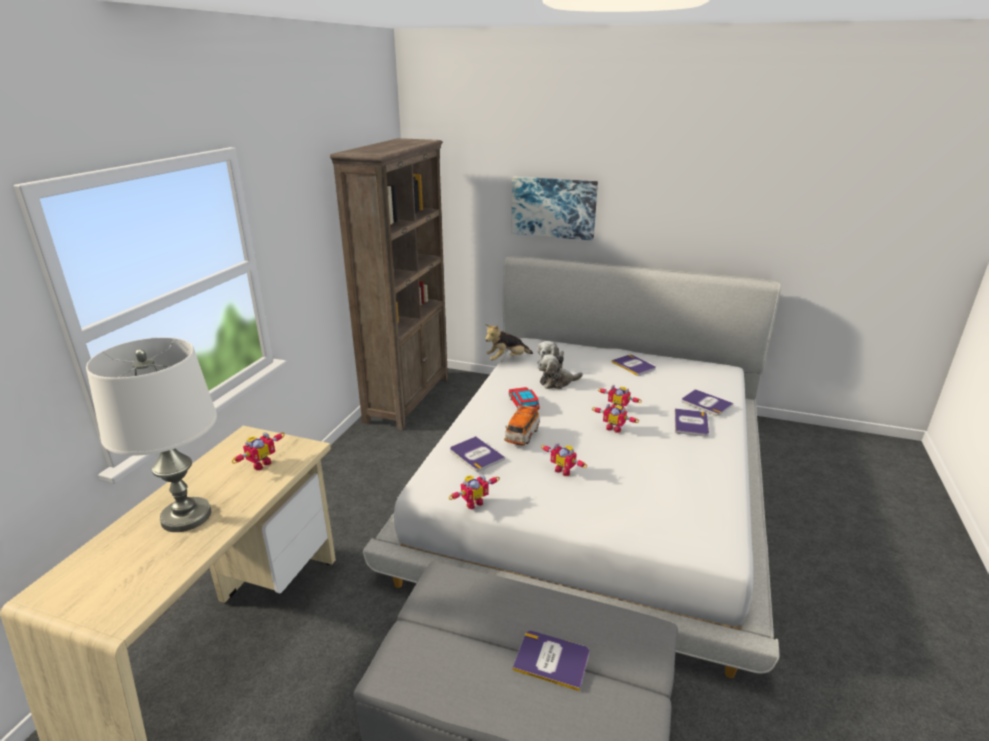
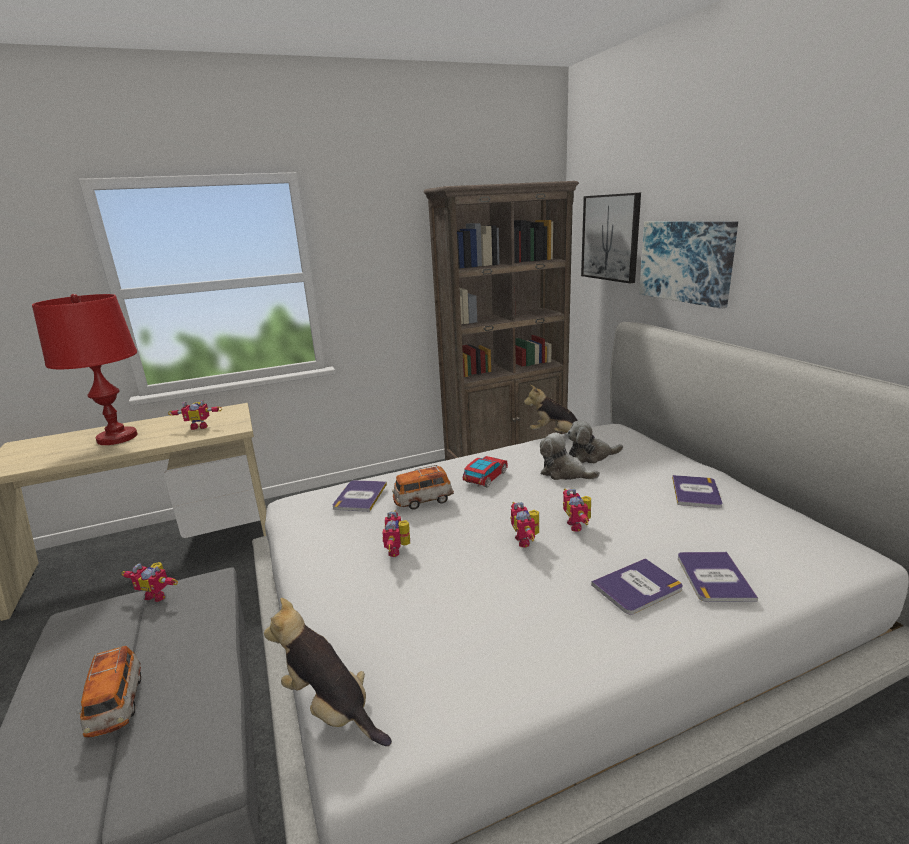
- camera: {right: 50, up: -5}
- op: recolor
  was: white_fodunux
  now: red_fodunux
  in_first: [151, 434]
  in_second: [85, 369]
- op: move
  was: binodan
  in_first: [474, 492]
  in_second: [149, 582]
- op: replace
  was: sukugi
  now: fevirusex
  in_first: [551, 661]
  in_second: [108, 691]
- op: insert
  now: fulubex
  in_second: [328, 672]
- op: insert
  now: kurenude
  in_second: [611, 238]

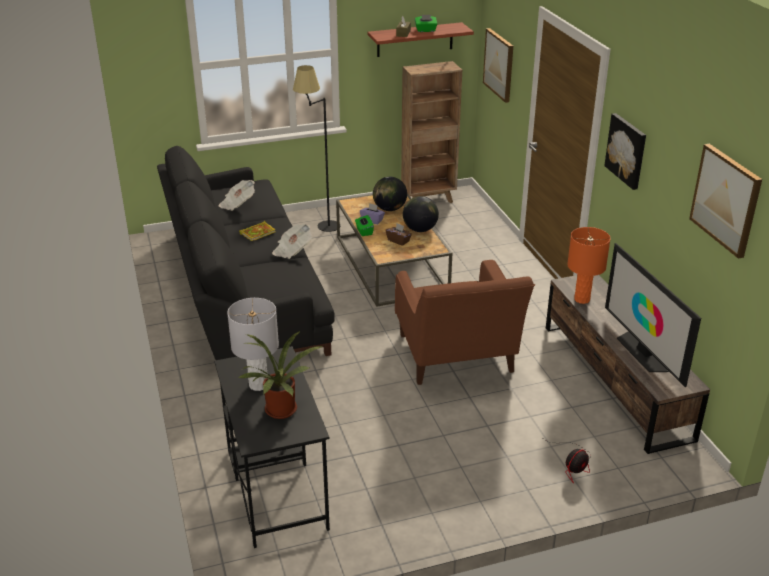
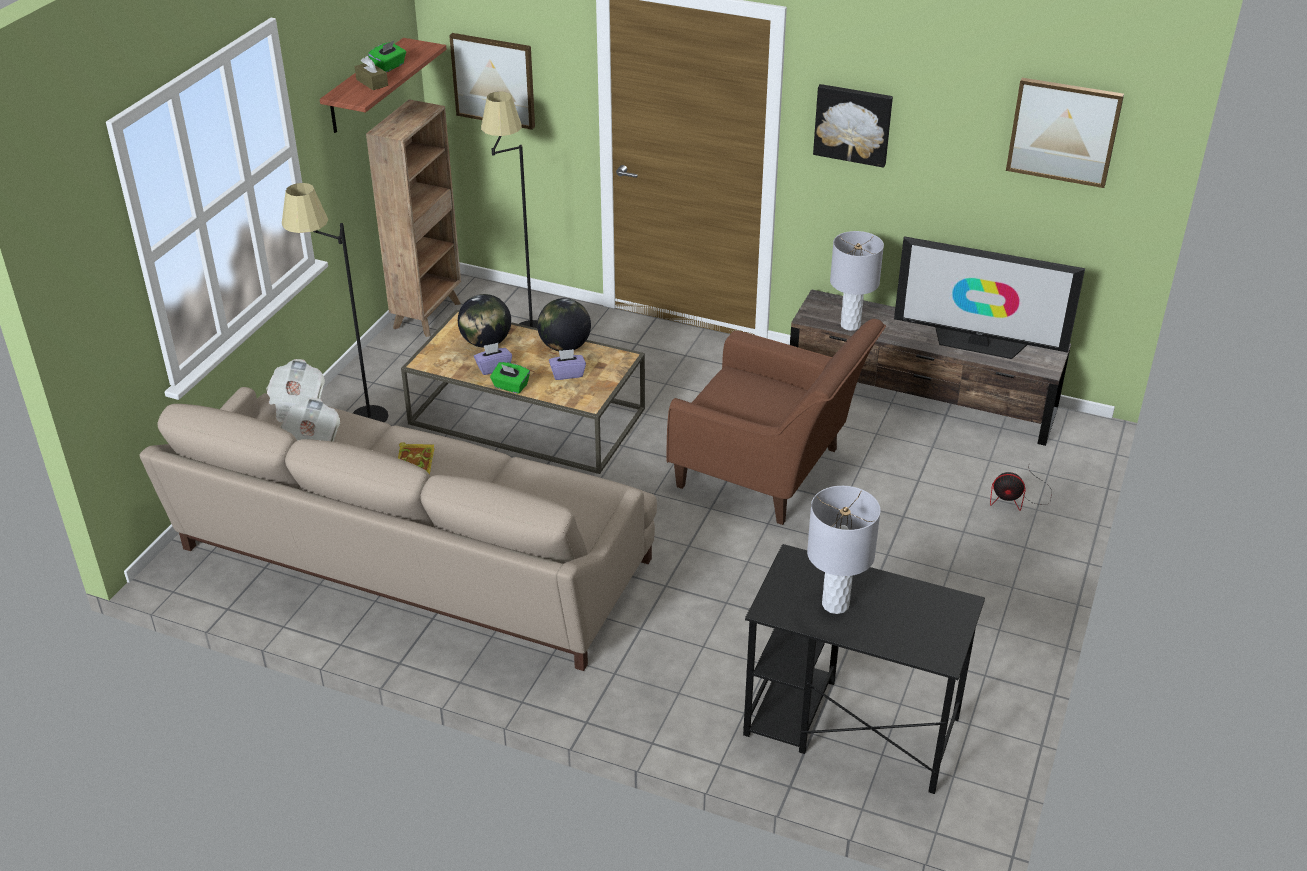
- camera: {right: -50, up: 5}
- op: recolor
  was: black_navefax
  now: beige_navefax
  in_first: [246, 253]
  in_second: [398, 529]
- op: delete
  was: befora
  in_first: [281, 375]
- op: move
  was: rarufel
  in_first: [292, 241]
  in_second: [295, 391]
- op: recolor
  was: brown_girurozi
  now: purple_girurozi
  in_first: [399, 234]
  in_second: [567, 364]
- op: rotate
  was: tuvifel
  in_first: [566, 460]
  in_second: [1021, 490]
  clockwise: 105
- op: recolor
  was: orange_fodunux
  now: grey_fodunux
  in_first: [589, 265]
  in_second: [857, 281]
- op: insert
  now: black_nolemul
  in_second: [509, 209]

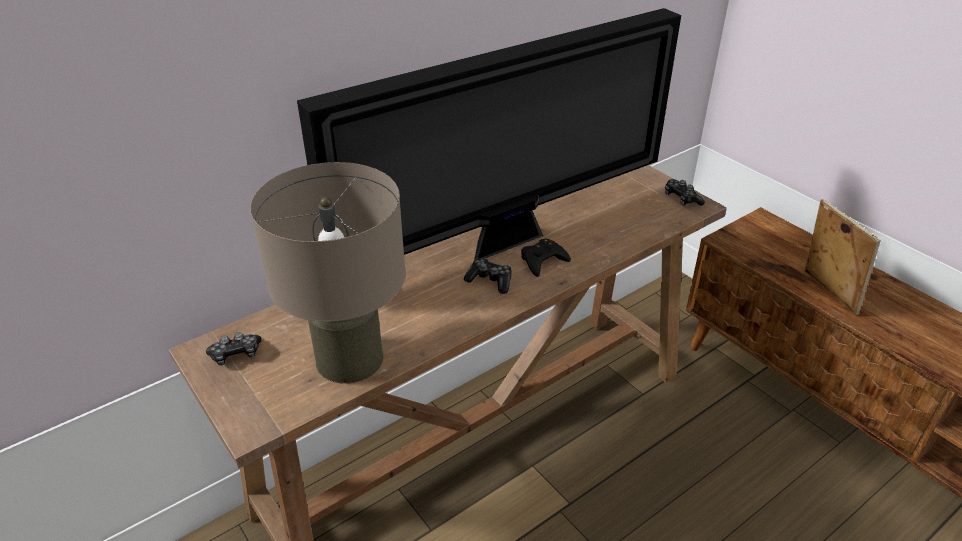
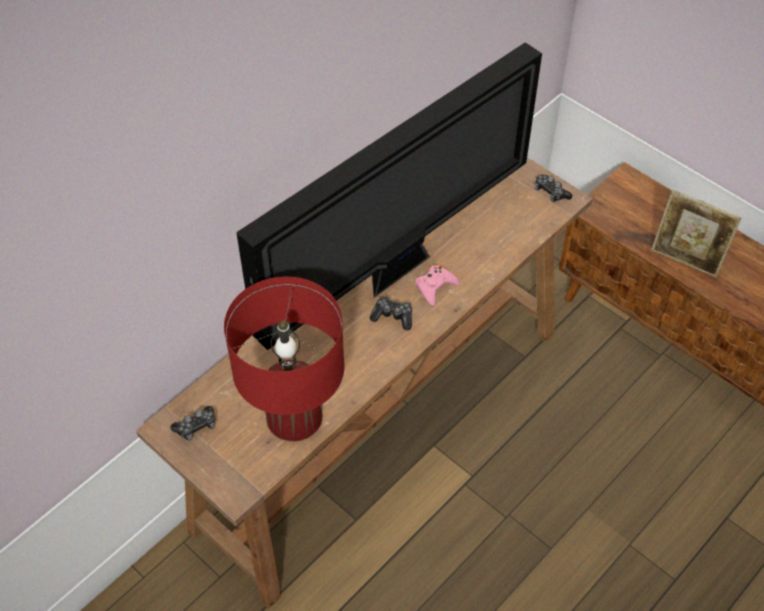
- camera: {right: -10, up: 15}
- op: recolor
  was: beige_fodunux
  now: red_fodunux
  in_first: [328, 273]
  in_second: [284, 359]
- op: recolor
  was: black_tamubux
  now: pink_tamubux
  in_first: [546, 258]
  in_second: [437, 285]
- op: rotate
  was: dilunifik
  in_first: [842, 257]
  in_second: [696, 233]
  clockwise: 150

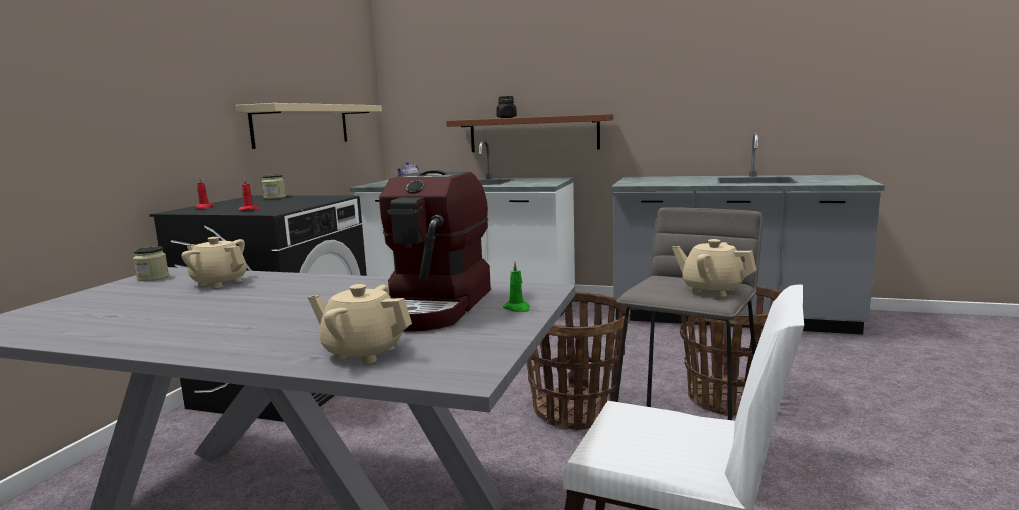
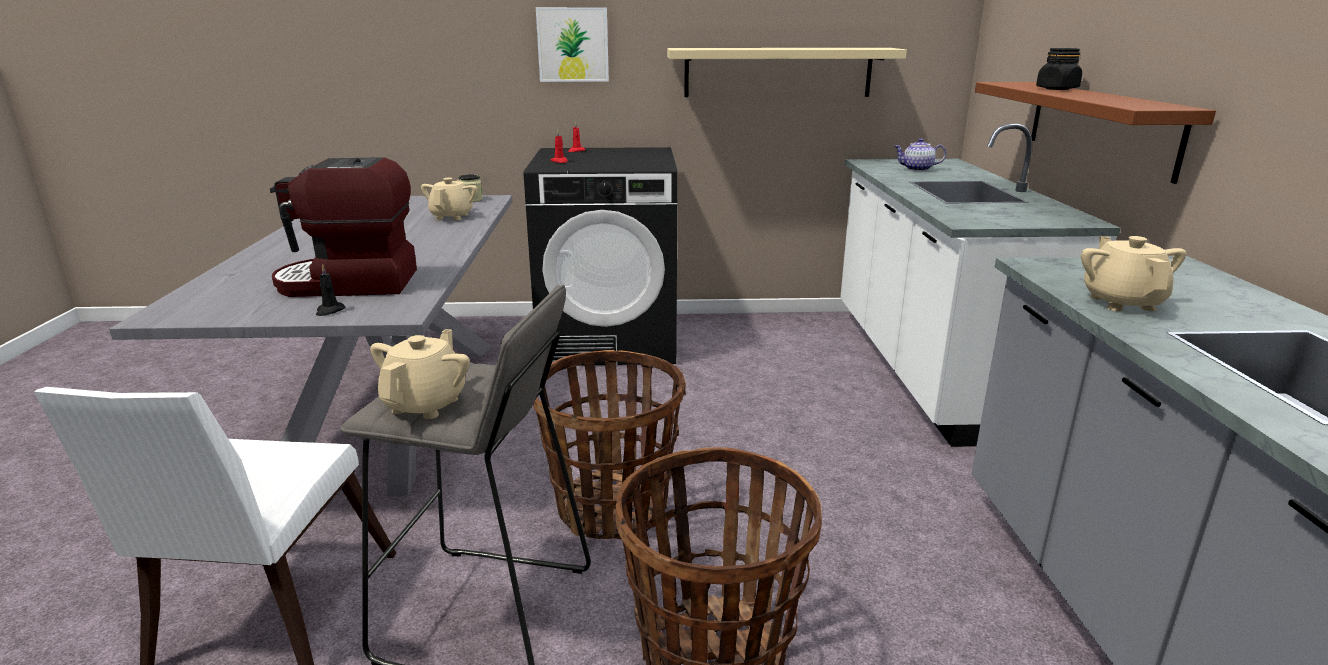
- camera: {right: 70, up: 10}
- op: delete
  was: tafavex
  in_first: [274, 186]
- op: move
  was: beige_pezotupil
  in_first: [360, 323]
  in_second: [1133, 273]
- op: recolor
  was: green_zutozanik
  now: black_zutozanik
  in_first: [516, 287]
  in_second: [330, 290]
- op: insert
  now: kurenude
  in_second: [572, 44]

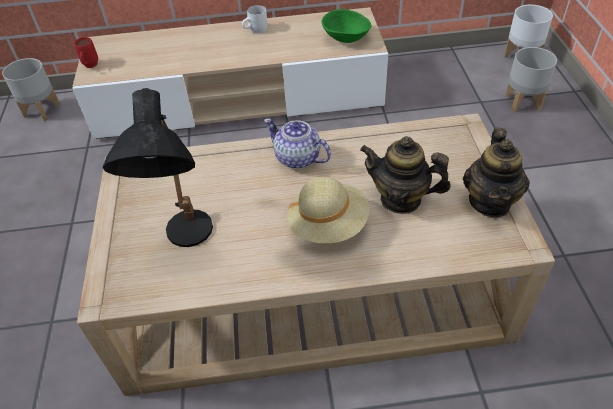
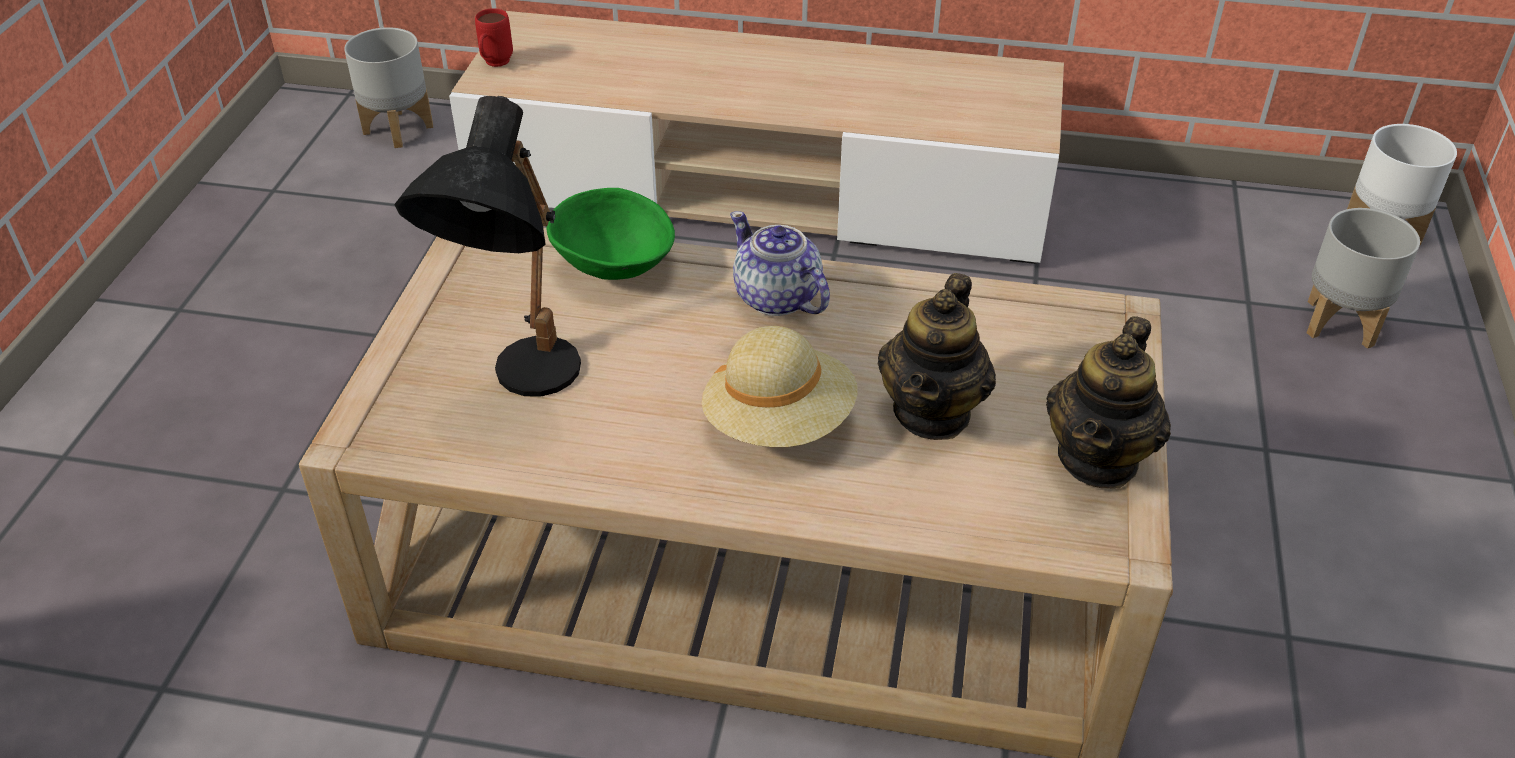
- camera: {right: 15, up: -5}
- op: delete
  was: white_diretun
  in_first: [255, 19]
- op: move
  was: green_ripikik
  in_first: [346, 26]
  in_second: [610, 234]
- op: rotate
  was: pezotupil
  in_first: [405, 175]
  in_second: [937, 356]
  clockwise: -105

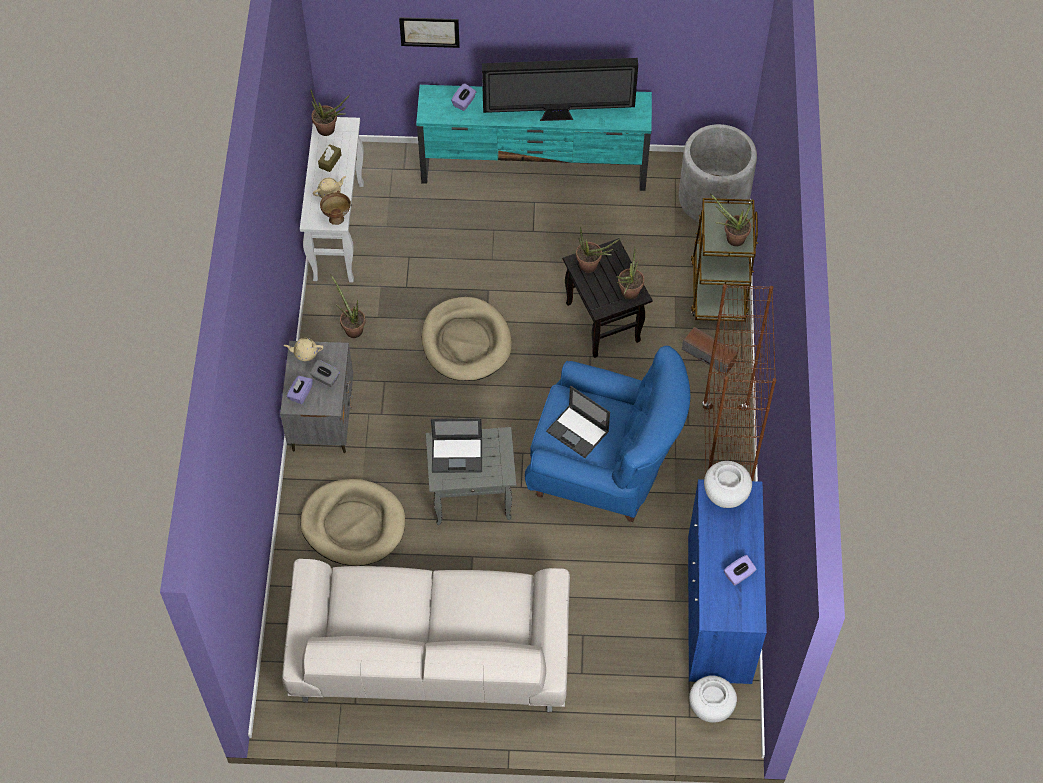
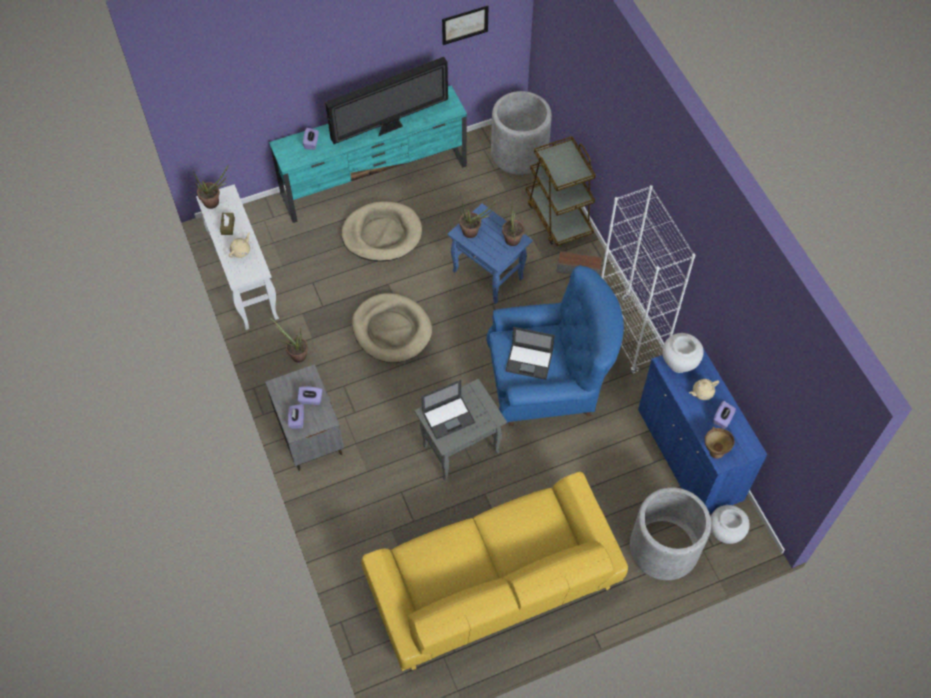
- camera: {right: -25, up: 0}
- op: recolor
  was: white_navefax
  now: yellow_navefax
  in_first: [426, 635]
  in_second: [494, 571]
- op: move
  was: beige_pezotupil
  in_first: [303, 349]
  in_second: [704, 389]
- op: move
  was: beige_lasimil
  in_first: [352, 522]
  in_second: [382, 231]
- op: recolor
  was: grey_girurozi
  now: purple_girurozi
  in_first: [325, 373]
  in_second: [310, 395]
- op: move
  was: brown_ripikik
  in_first: [335, 208]
  in_second: [719, 443]
- op: move
  was: kurenude
  in_first: [429, 32]
  in_second: [465, 25]
- op: recolor
  was: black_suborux
  now: blue_suborux
  in_first: [608, 298]
  in_second: [490, 254]
- op: recolor
  was: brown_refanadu
  now: white_refanadu
  in_first: [739, 382]
  in_second: [648, 279]
- op: delete
  was: befora
  in_first: [731, 220]
- op: insert
  now: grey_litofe
  in_second: [670, 533]

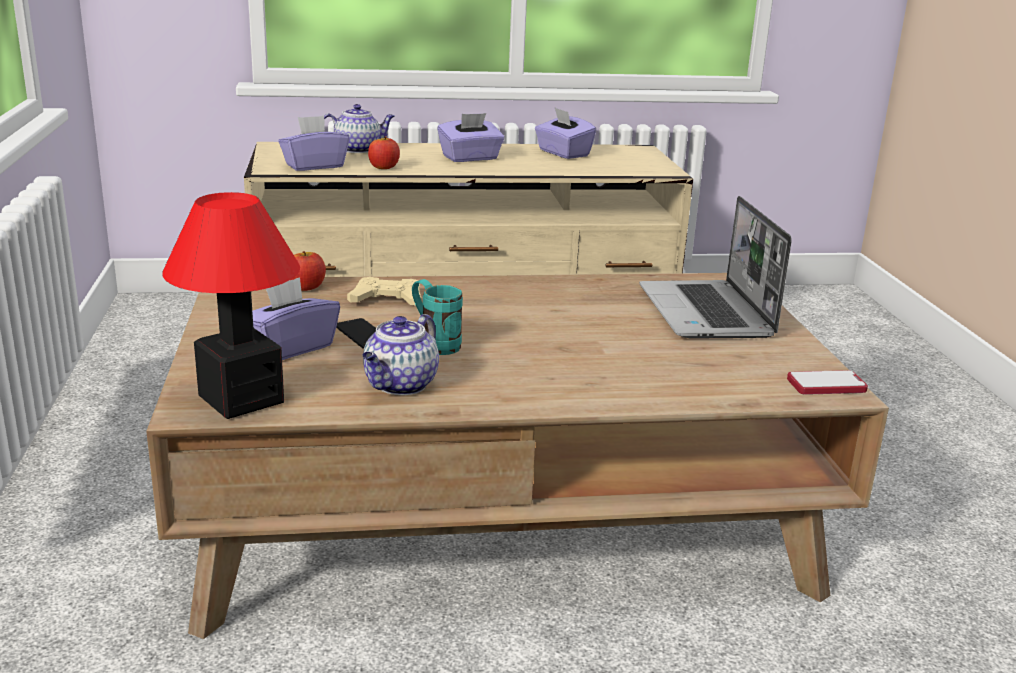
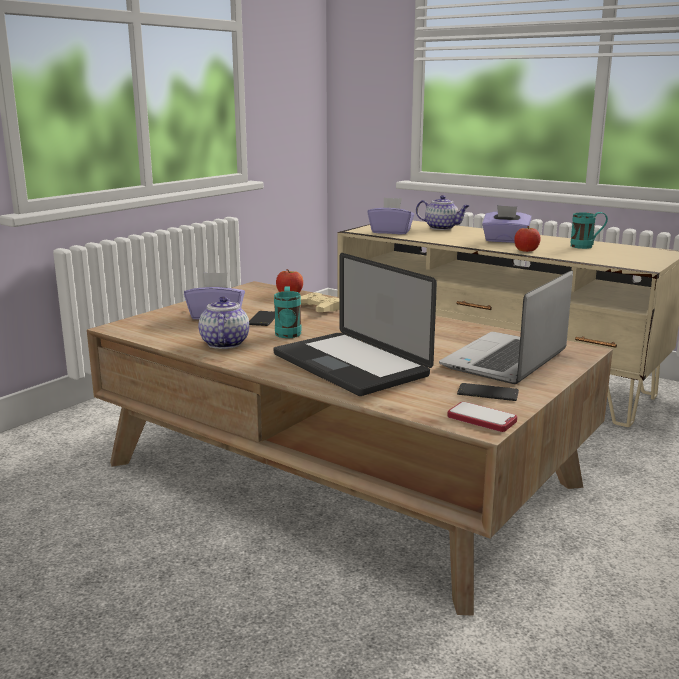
- camera: {right: 45, up: -5}
- op: delete
  was: fodunux
  in_first: [231, 305]
- op: rotate
  was: pezotupil
  in_first: [400, 354]
  in_second: [224, 322]
  clockwise: 105
- op: move
  was: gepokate
  in_first: [384, 152]
  in_second: [527, 239]
- op: replace
  was: purple_girurozi
  now: turquoise_diretun
  in_first: [565, 133]
  in_second: [589, 230]
- op: insert
  now: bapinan
  in_second: [355, 324]
- op: insert
  now: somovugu
  in_second: [488, 392]

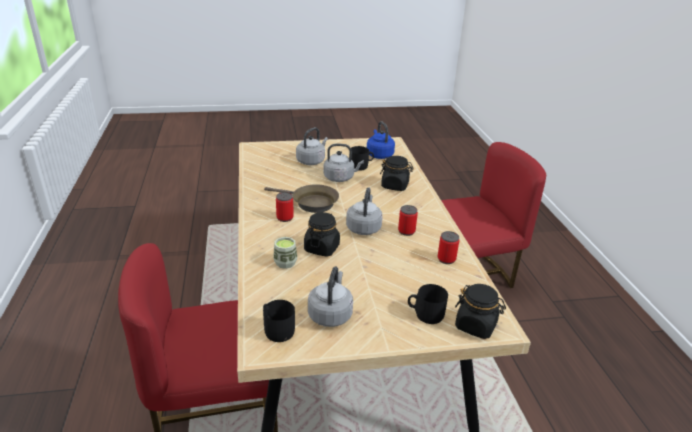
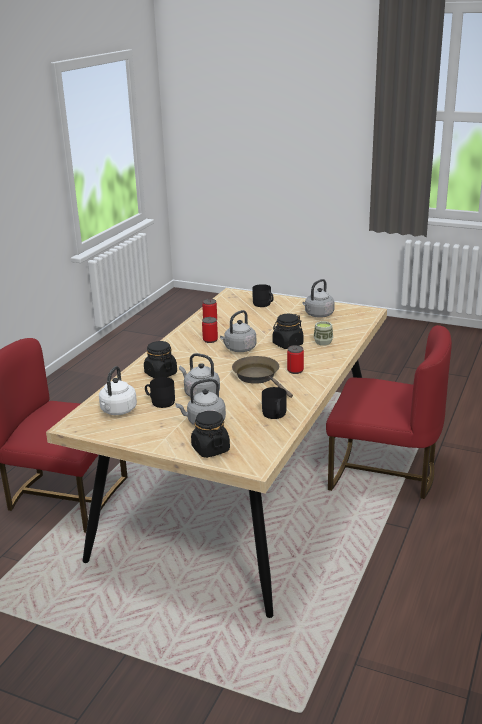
- camera: {right: -145, up: -5}
- op: move
  was: black_diretun
  in_first: [279, 321]
  in_second: [274, 403]
- op: recolor
  was: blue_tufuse
  now: white_tufuse
  in_first: [381, 140]
  in_second: [118, 390]
- op: move
  was: black_tafavex
  in_first: [480, 311]
  in_second: [210, 434]

